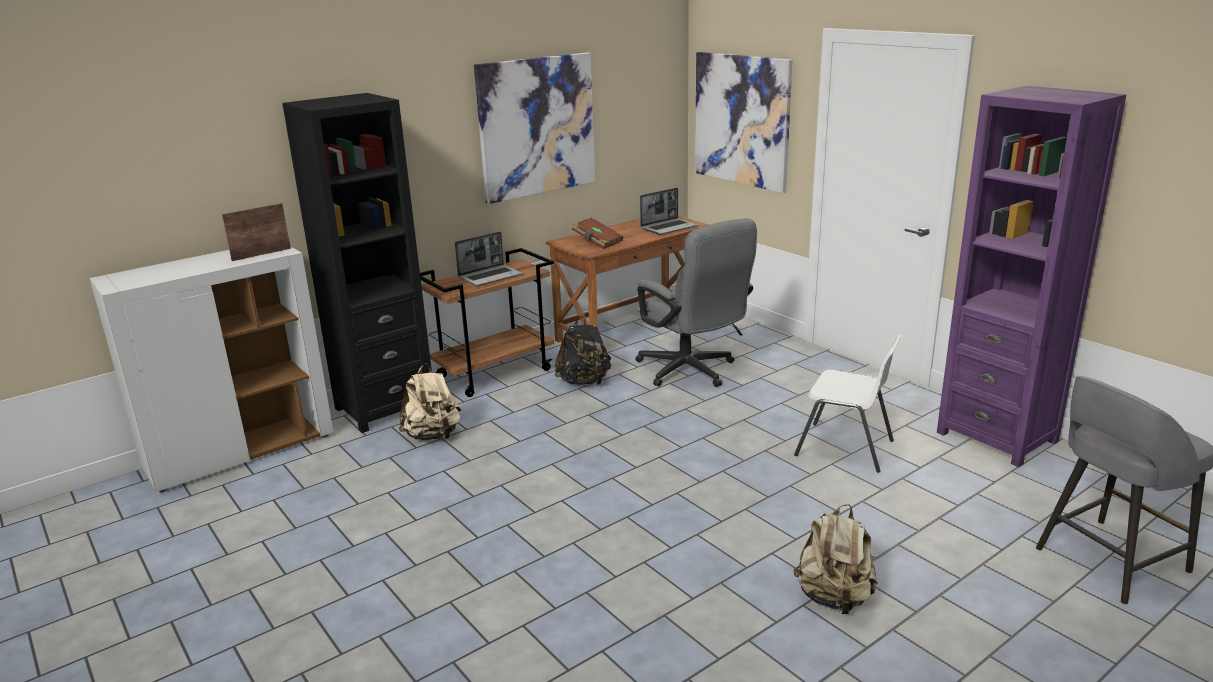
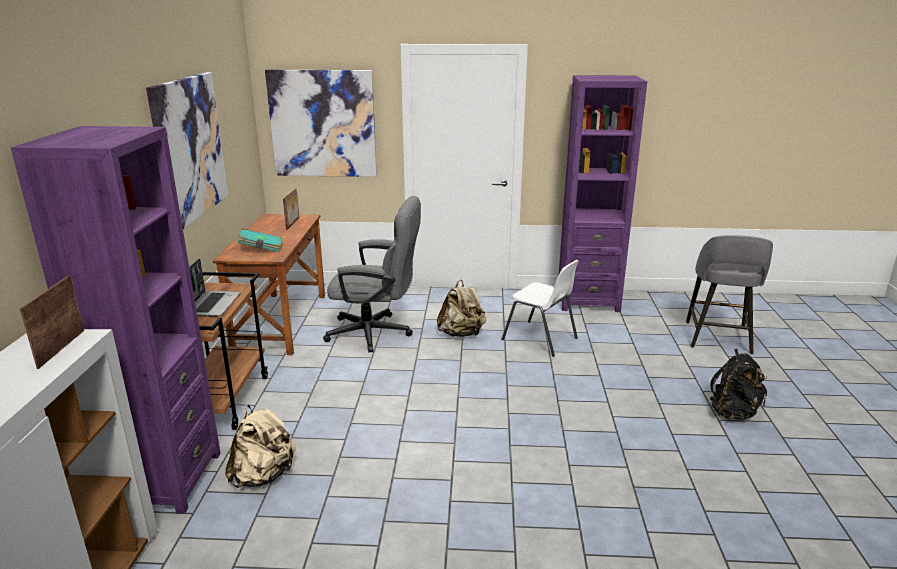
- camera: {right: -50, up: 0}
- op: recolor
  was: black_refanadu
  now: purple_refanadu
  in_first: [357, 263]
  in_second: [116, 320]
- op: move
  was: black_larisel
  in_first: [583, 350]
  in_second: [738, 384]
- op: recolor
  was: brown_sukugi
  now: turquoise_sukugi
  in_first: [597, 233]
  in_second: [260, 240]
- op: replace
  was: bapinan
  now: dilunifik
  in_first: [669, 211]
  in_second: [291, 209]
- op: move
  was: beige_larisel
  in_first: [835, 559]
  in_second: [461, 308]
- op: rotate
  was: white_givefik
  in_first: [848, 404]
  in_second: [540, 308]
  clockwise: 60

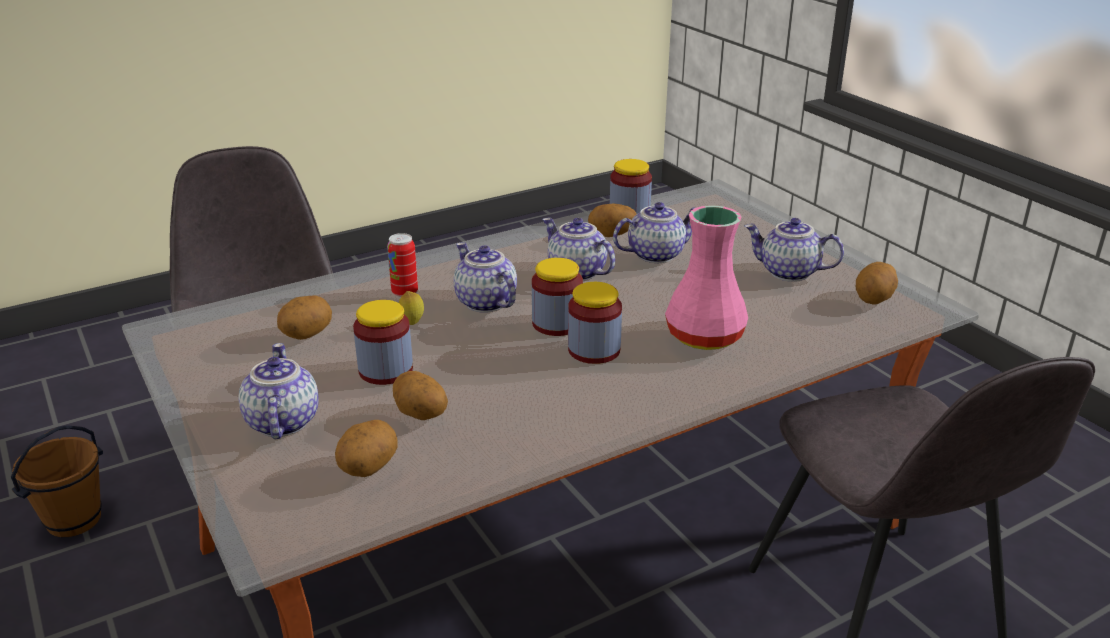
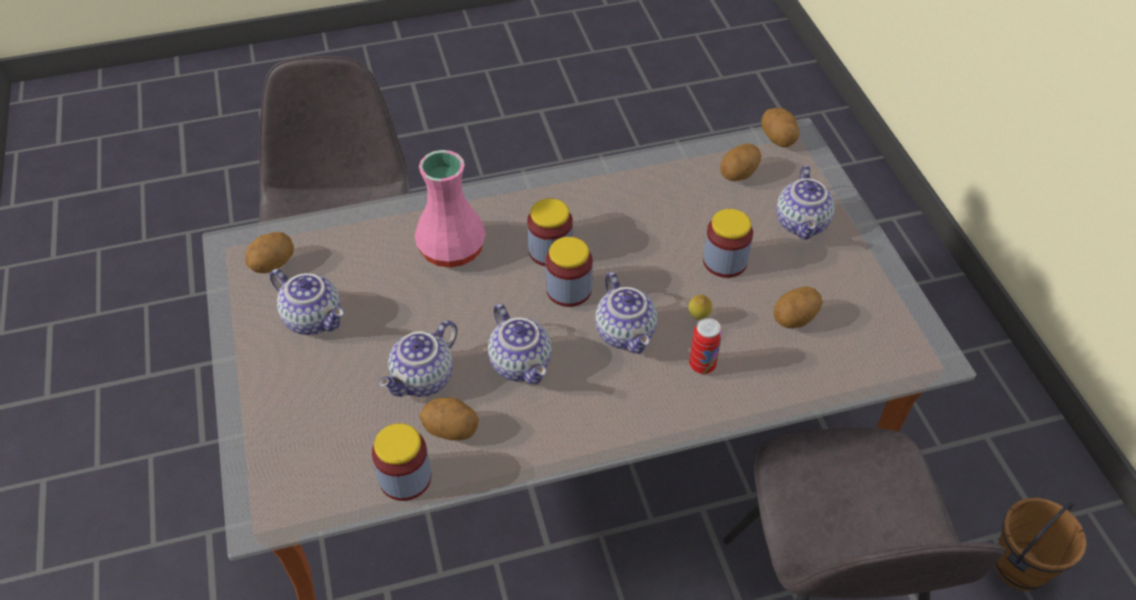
- camera: {right: -165, up: 20}
- op: move
  was: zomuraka
  in_first: [420, 395]
  in_second: [780, 127]
- op: rotate
  was: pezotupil
  in_first: [654, 232]
  in_second: [418, 358]
  clockwise: -45

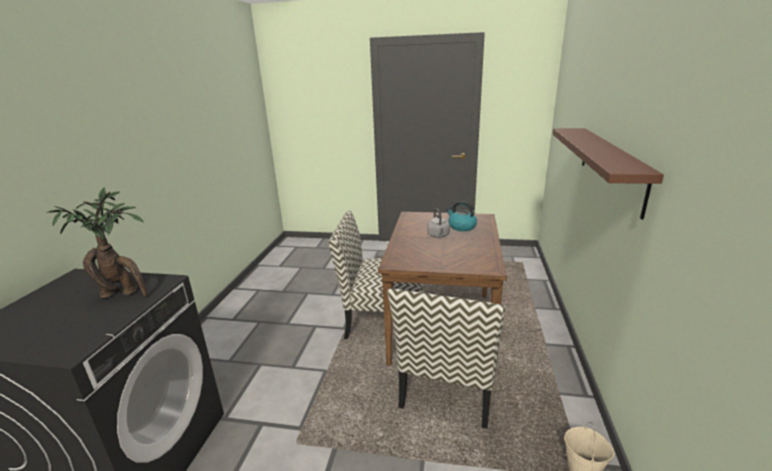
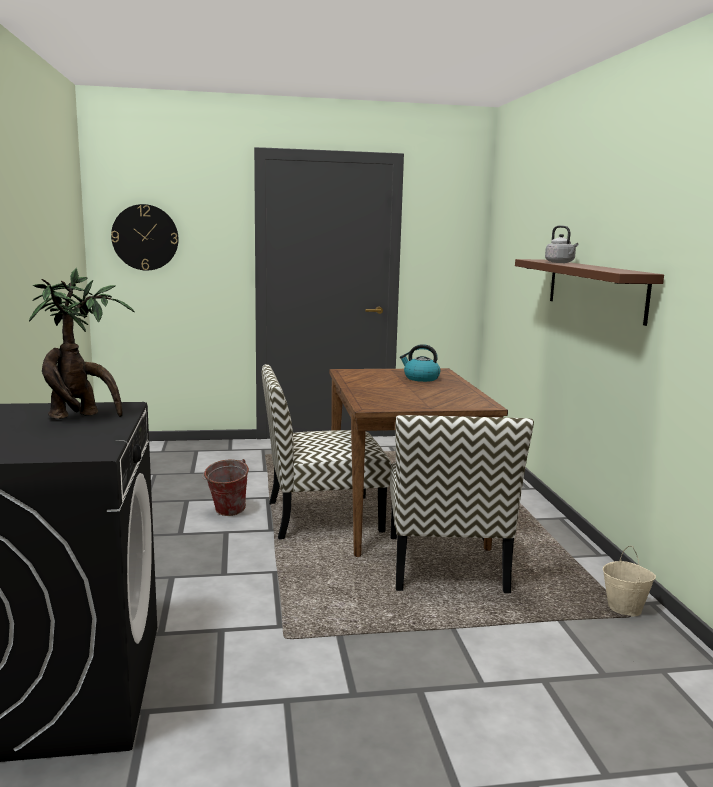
- camera: {right: -20, up: -10}
- op: move
  was: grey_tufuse
  in_first: [438, 223]
  in_second: [561, 244]
- op: insert
  now: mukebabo
  in_second: [145, 237]
- op: insert
  now: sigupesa
  in_second: [225, 487]

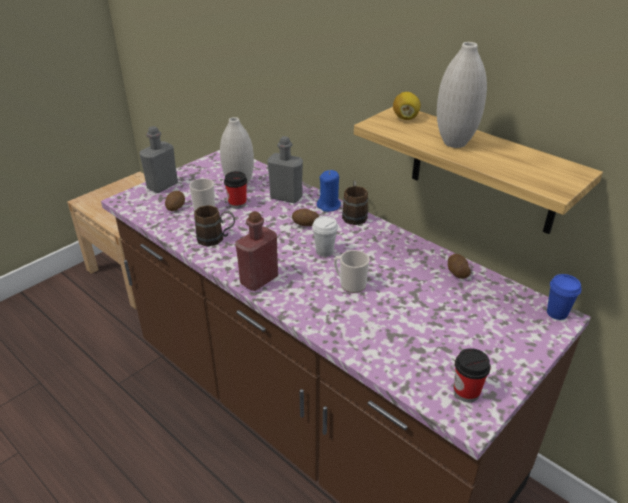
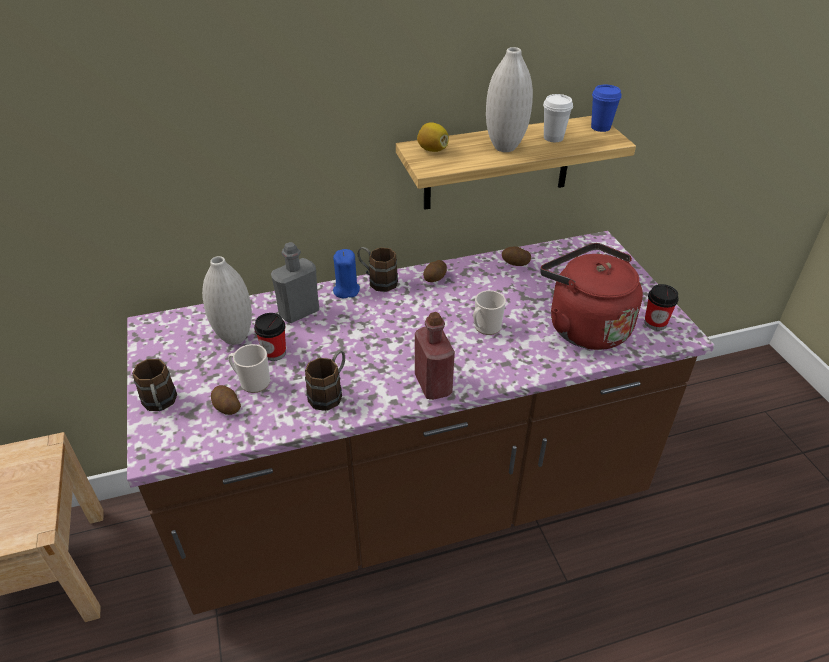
- camera: {right: -60, up: 5}
- op: replace
  was: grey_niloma
  now: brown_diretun
  in_first: [158, 159]
  in_second: [154, 385]
- op: move
  was: zomuraka
  in_first: [305, 217]
  in_second: [435, 271]
- op: move
  was: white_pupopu
  in_first: [325, 236]
  in_second: [558, 118]
- op: move
  was: blue_pupopu
  in_first: [564, 297]
  in_second: [606, 108]
- op: insert
  now: red_tufuse
  in_second: [591, 296]

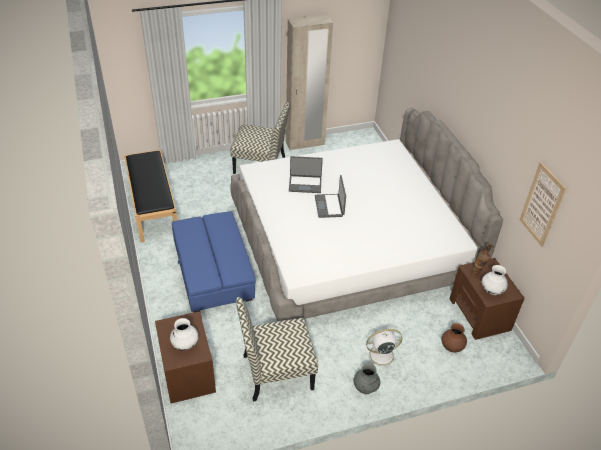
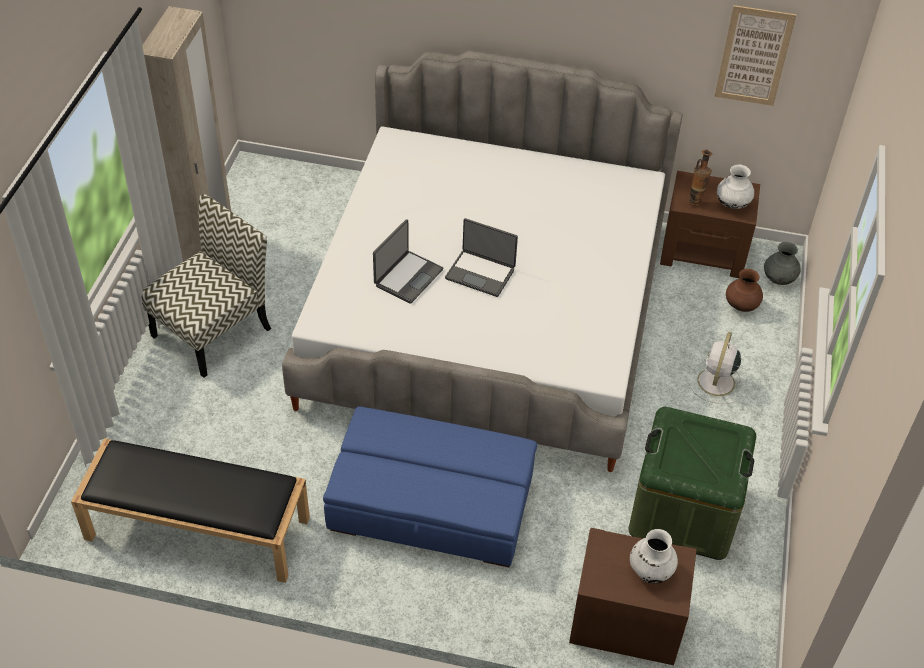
- camera: {right: -60, up: 5}
- op: replace
  was: givefik
  now: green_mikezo
  in_first: [277, 349]
  in_second: [692, 483]
- op: move
  was: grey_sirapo
  in_first: [367, 378]
  in_second: [782, 263]

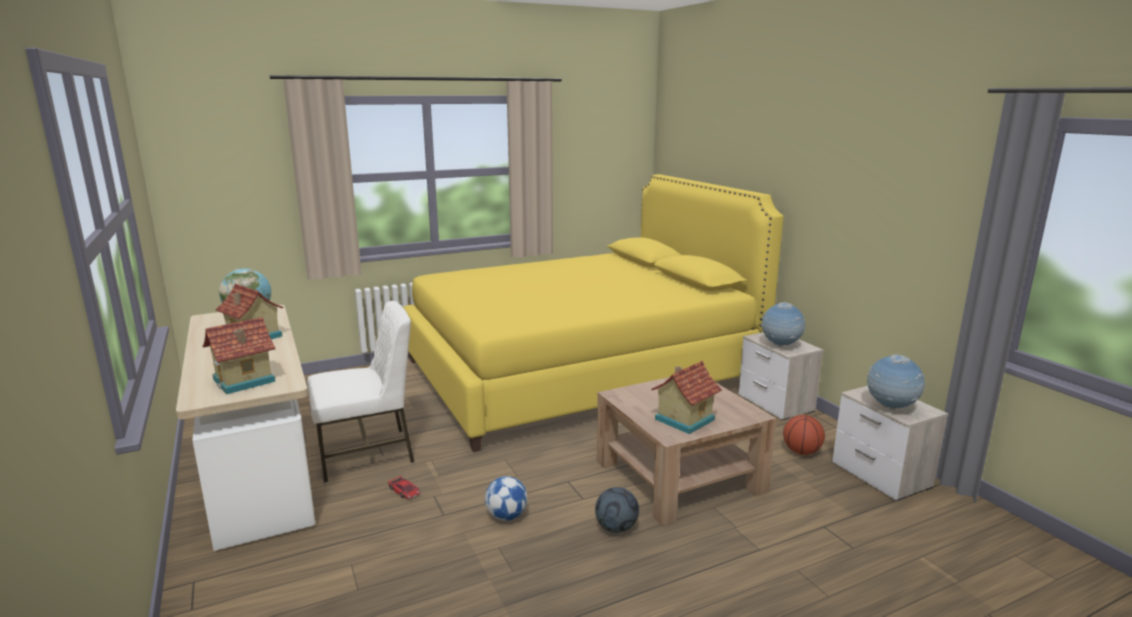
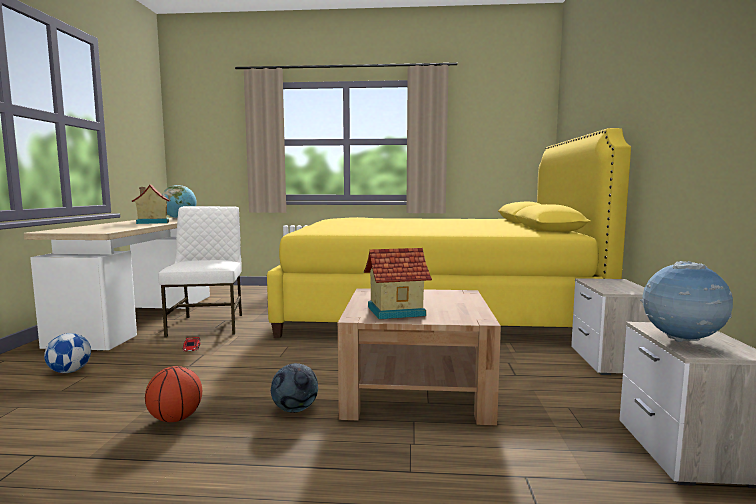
- camera: {right: 30, up: -10}
- op: delete
  was: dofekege
  in_first: [239, 355]
- op: rotate
  was: white_givefik
  in_first: [360, 392]
  in_second: [200, 271]
  clockwise: -105
- op: move
  was: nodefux
  in_first: [506, 498]
  in_second: [67, 353]
- op: delete
  was: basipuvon
  in_first: [782, 324]
- op: move
  was: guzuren
  in_first: [804, 435]
  in_second: [173, 394]

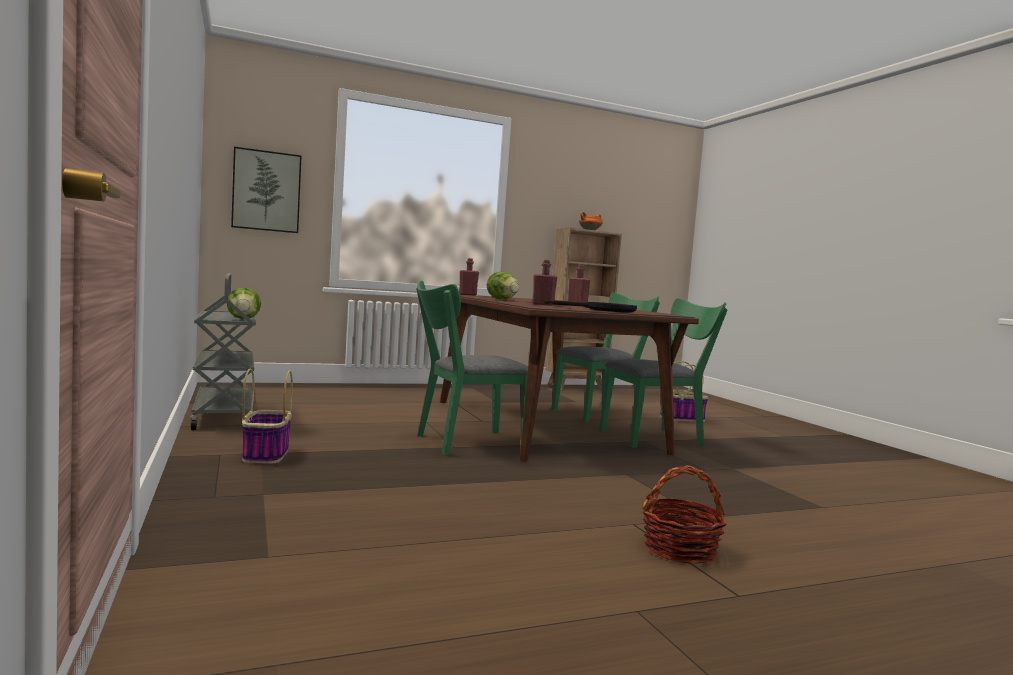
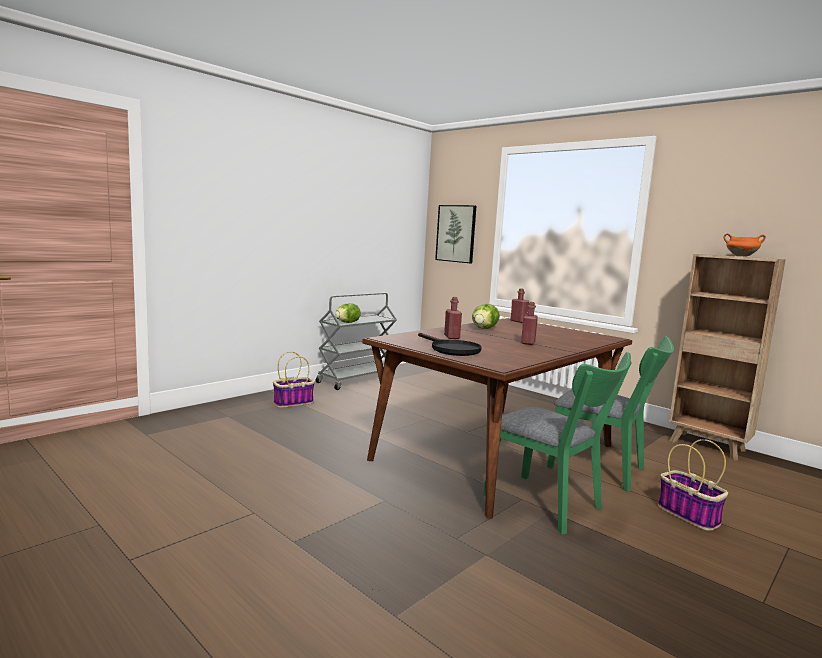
- camera: {right: 65, up: 5}
- op: delete
  was: green_givefik
  in_first: [472, 368]
- op: delete
  was: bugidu
  in_first: [684, 514]

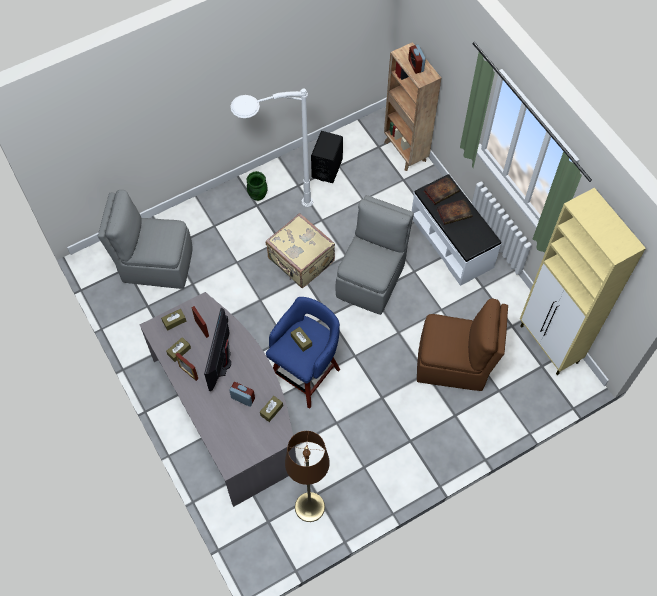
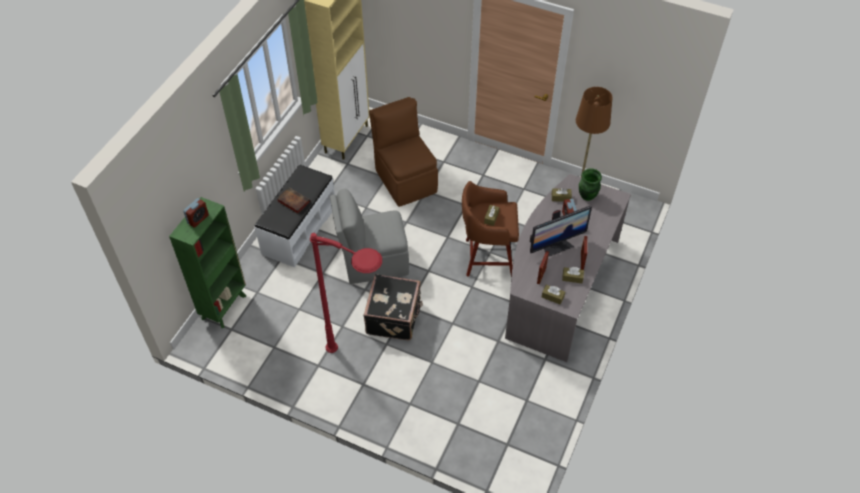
- camera: {right: -125, up: -10}
- op: delete
  was: grey_givefik
  in_first: [145, 239]
- op: recolor
  was: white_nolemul
  now: red_nolemul
  in_first: [271, 147]
  in_second: [346, 293]
- op: move
  was: green_sirapo
  in_first: [257, 186]
  in_second: [590, 185]
- op: recolor
  was: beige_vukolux
  now: black_vukolux
  in_first: [300, 250]
  in_second: [393, 307]
- op: recolor
  was: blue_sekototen
  now: brown_sekototen
  in_first: [303, 353]
  in_second: [490, 229]
- op: delete
  was: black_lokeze
  in_first: [327, 157]
- op: recolor
  was: brown_refanadu
  now: green_refanadu
  in_first: [412, 106]
  in_second: [207, 262]
- op: delete
  was: sukugi
  in_first: [441, 190]

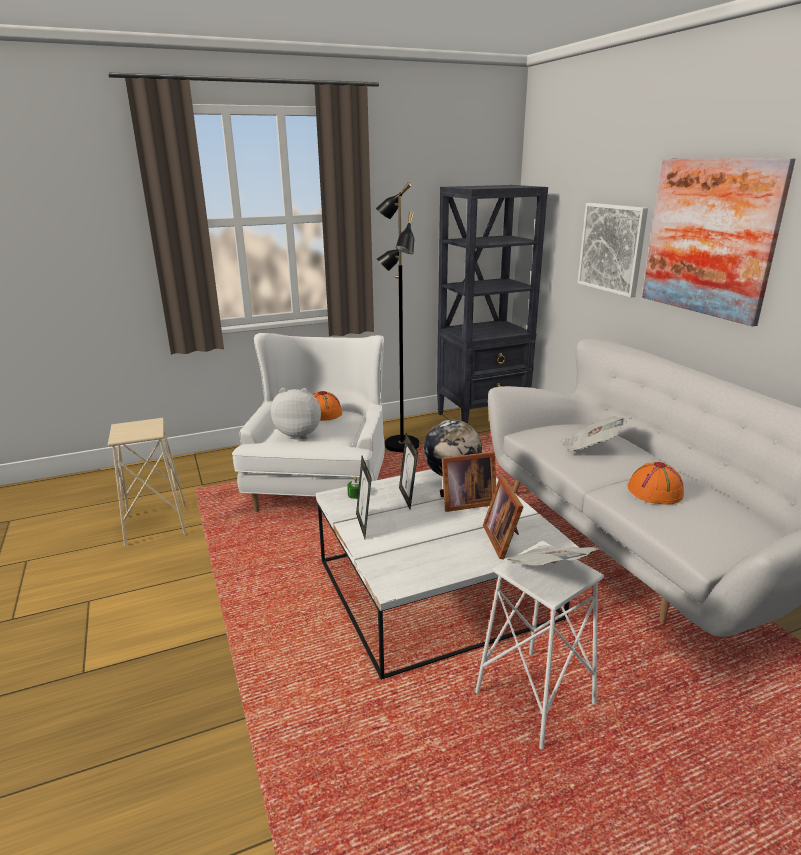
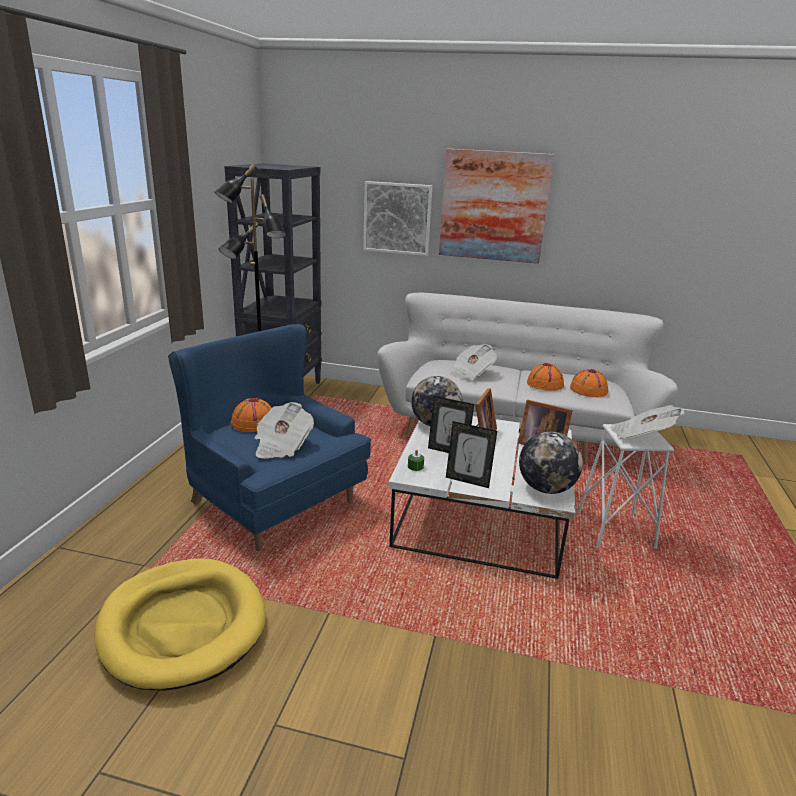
- camera: {right: -55, up: 0}
- op: replace
  was: beige_sekototen
  now: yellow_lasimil
  in_first: [147, 482]
  in_second: [180, 624]
- op: recolor
  was: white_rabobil
  now: blue_rabobil
  in_first: [308, 422]
  in_second: [269, 437]
- op: replace
  was: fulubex
  now: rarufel
  in_first: [296, 413]
  in_second: [284, 430]
- op: insert
  now: basipuvon
  in_second: [551, 463]
- op: insert
  now: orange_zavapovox
  in_second: [589, 383]

